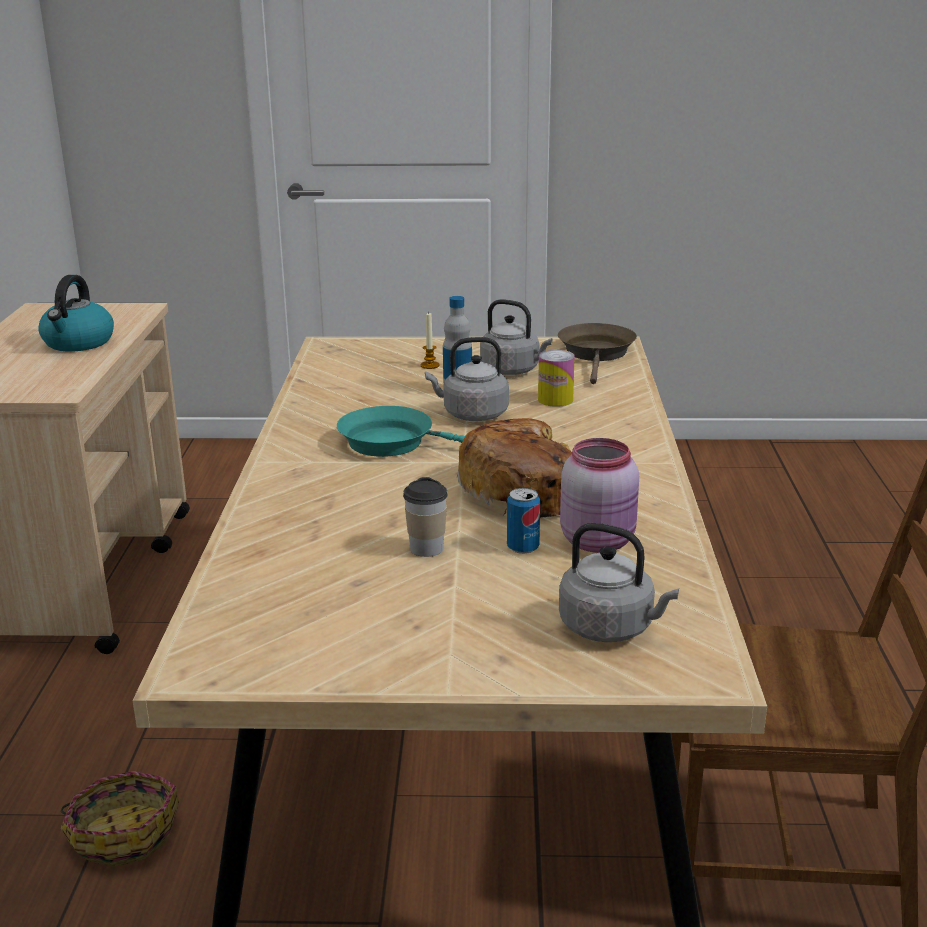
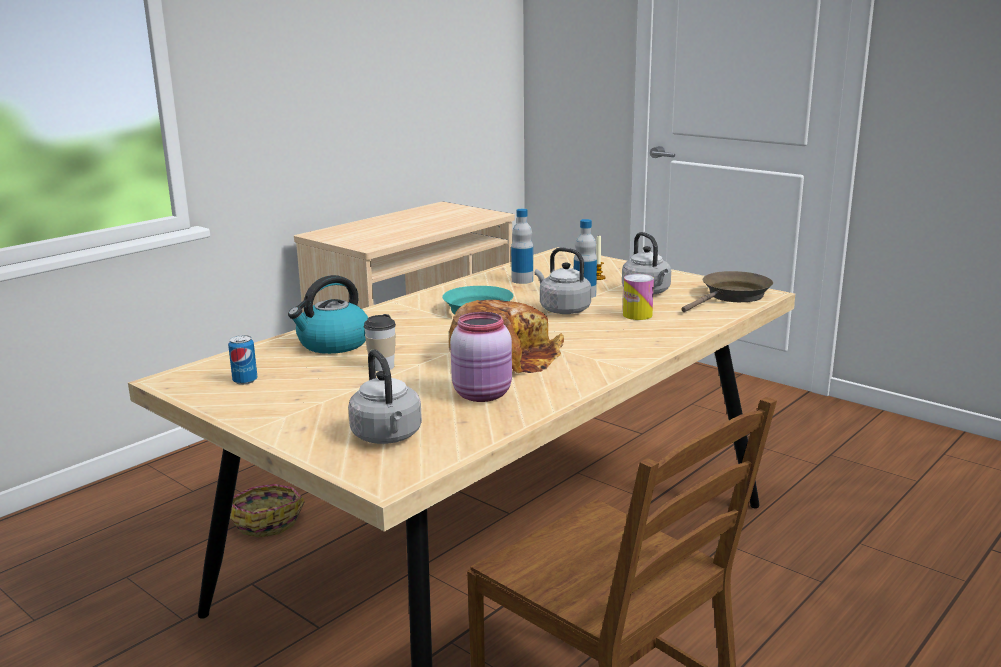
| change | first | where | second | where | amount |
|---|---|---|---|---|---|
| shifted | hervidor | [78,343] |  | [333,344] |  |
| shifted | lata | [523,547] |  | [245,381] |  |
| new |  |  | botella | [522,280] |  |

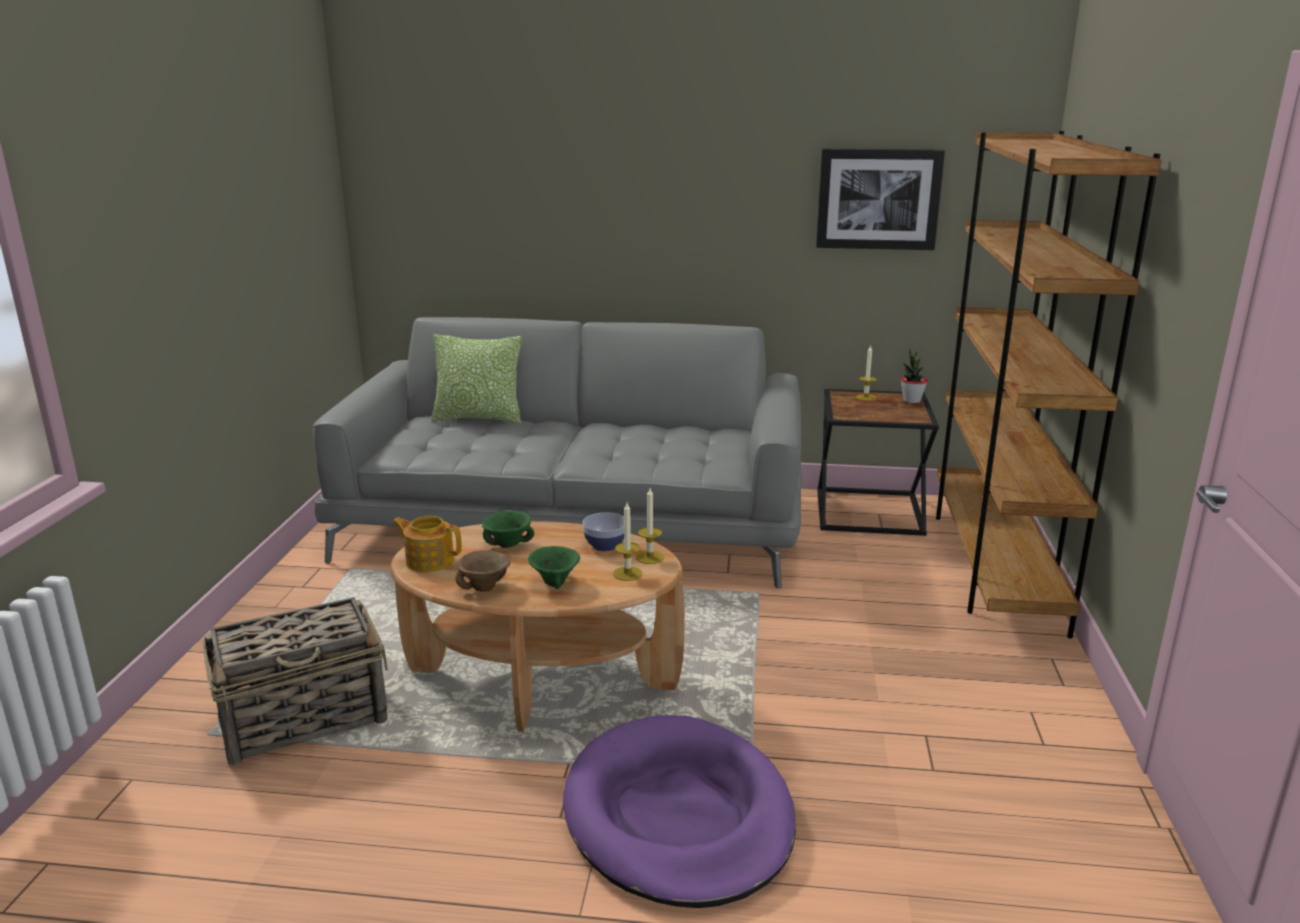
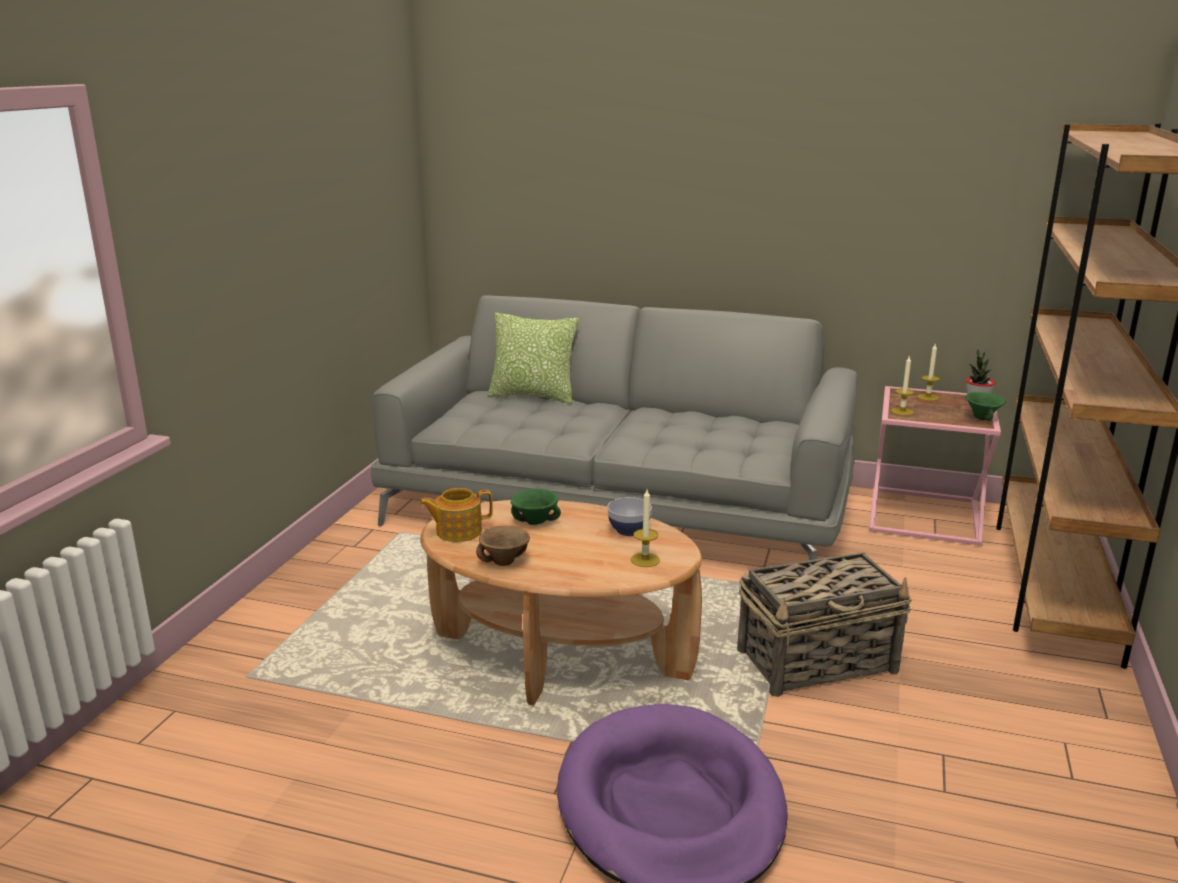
| change | first | where | second | where | amount |
|---|---|---|---|---|---|
| shifted | cesta | [306,718] |  | [818,661] |  |
| rotated | tetera | [429,560] |  | [458,531] | 45 degrees counterclockwise |
| shifted | cuenco/verde | [554,582] |  | [981,418] |  |
| shifted | vela | [650,557] |  | [902,411] |  |
| gone | cuadro | [878,199] |  |  |  |
| repainted | mesa auxiliar/negro | [870,512] | mesa auxiliar/rosa | [926,516] |  |

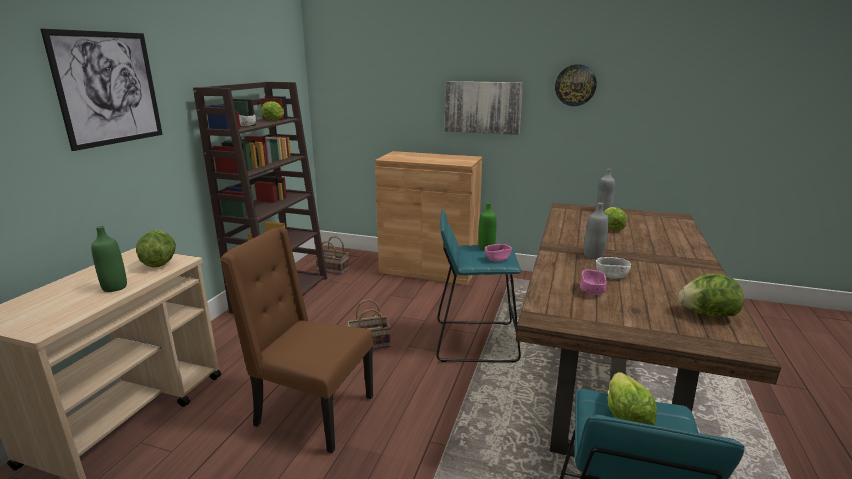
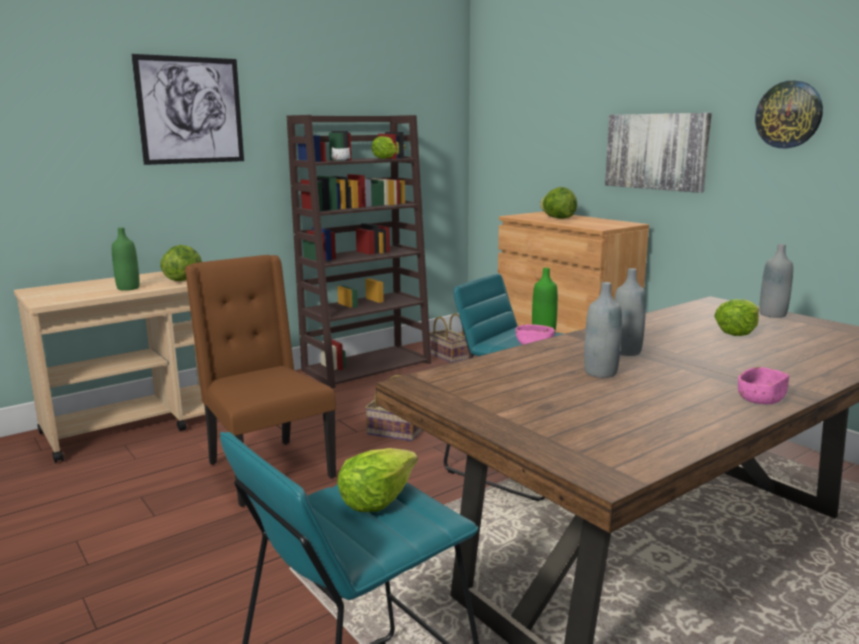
| change | first | where | second | where | amount |
|---|---|---|---|---|---|
| shifted | cuenco/rosa | [592,290] |  | [760,399] |  |
| swapped | cuenco/blanco | [611,275] | botella/gris | [600,373] |  |
| shifted | lechuga | [706,314] |  | [558,218] |  |

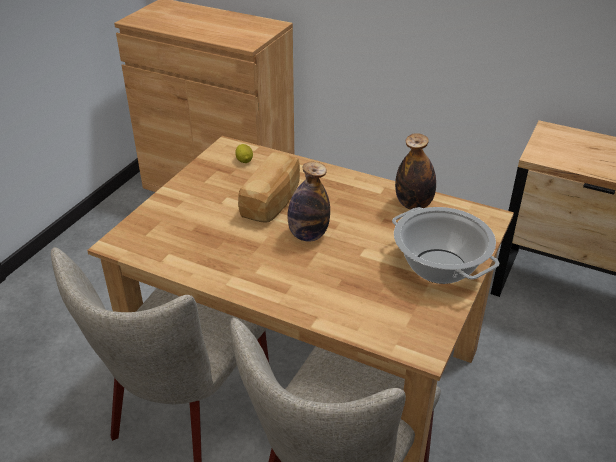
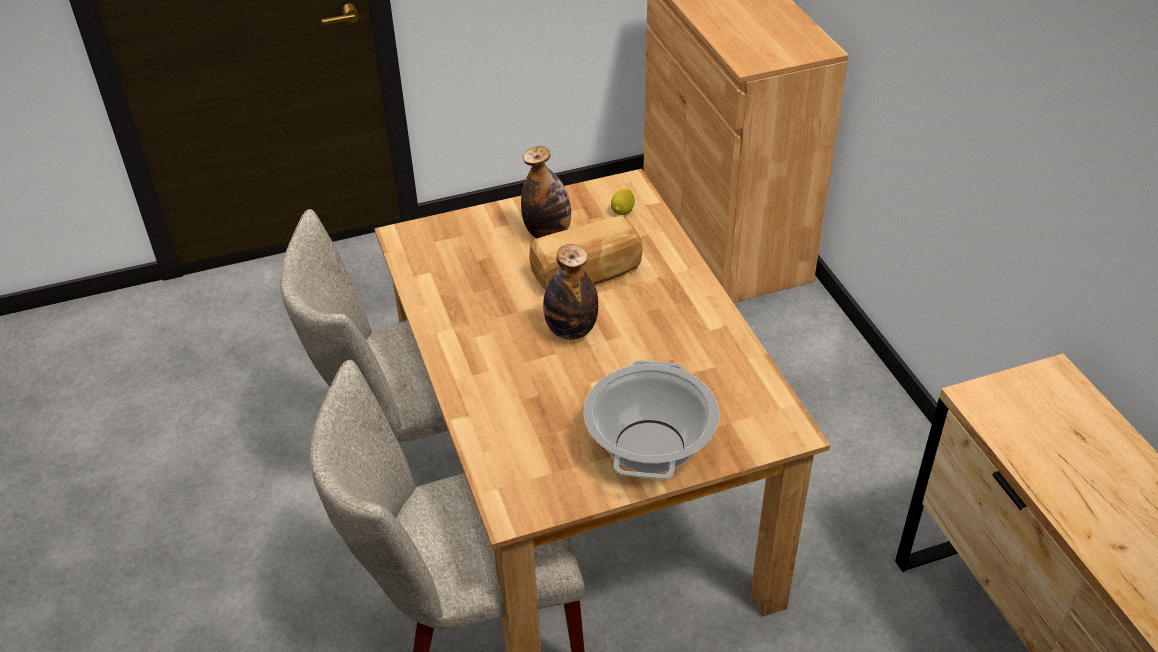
| change | first | where | second | where | amount |
|---|---|---|---|---|---|
| shifted | botella | [413,204] |  | [548,233] |  |

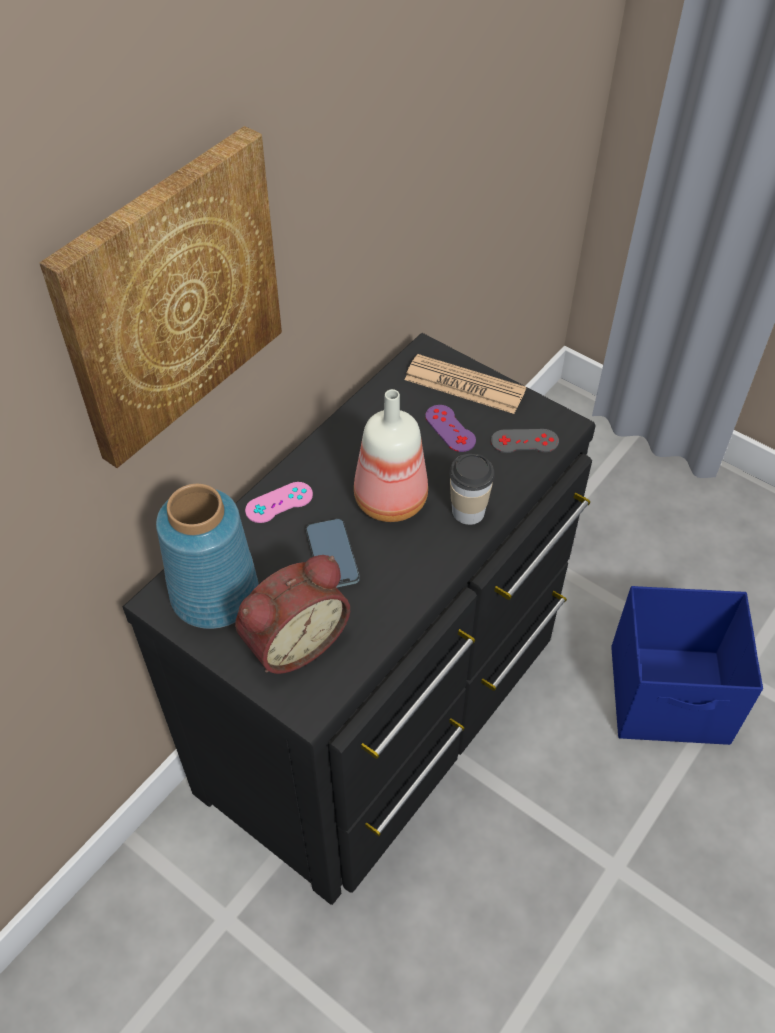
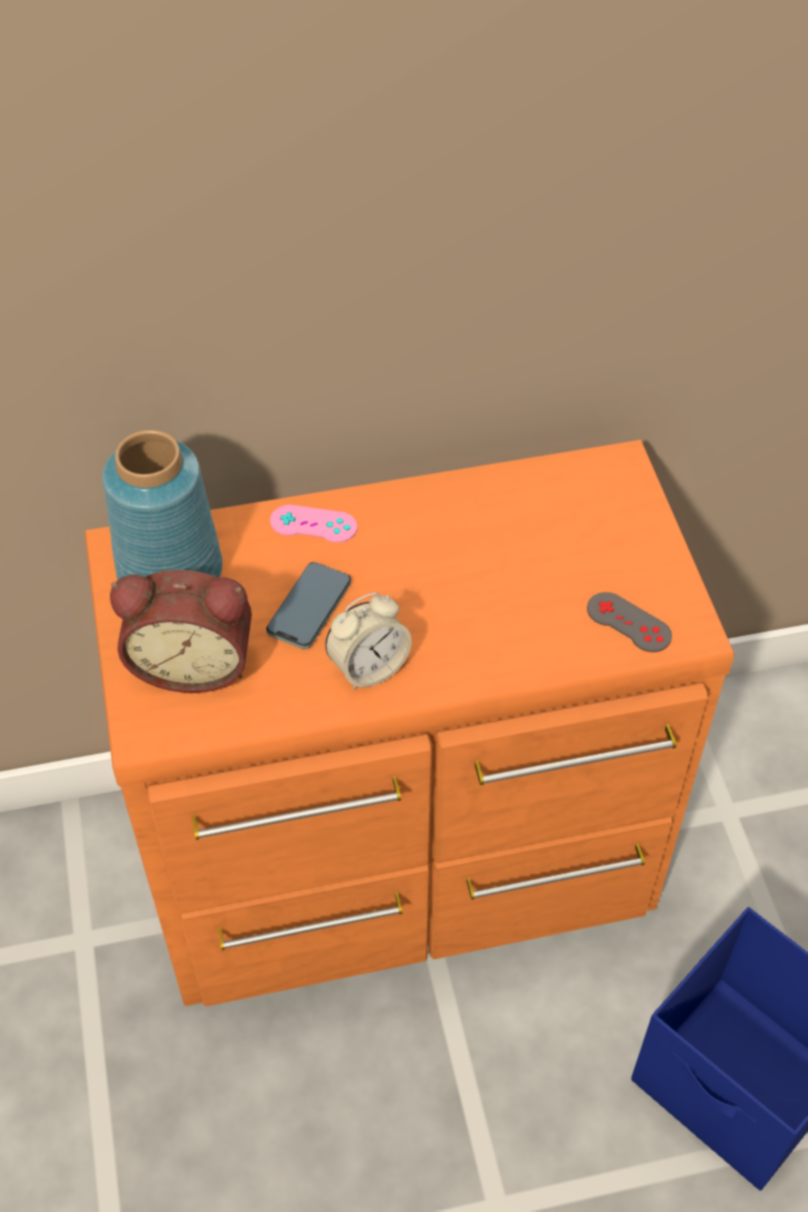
| change | first | where | second | where | amount |
|---|---|---|---|---|---|
| gone | cuadro | [170,297] |  |  |  |
| repainted | cómoda/negro | [387,713] | cómoda/naranja | [407,864] |  |
| gone | botella | [388,500] |  |  |  |
| gone | periódico | [464,385] |  |  |  |
| gone | mando de consola/morado | [450,428] |  |  |  |
| gone | taza | [468,511] |  |  |  |
| new |  |  | despertador | [368,667] |  |

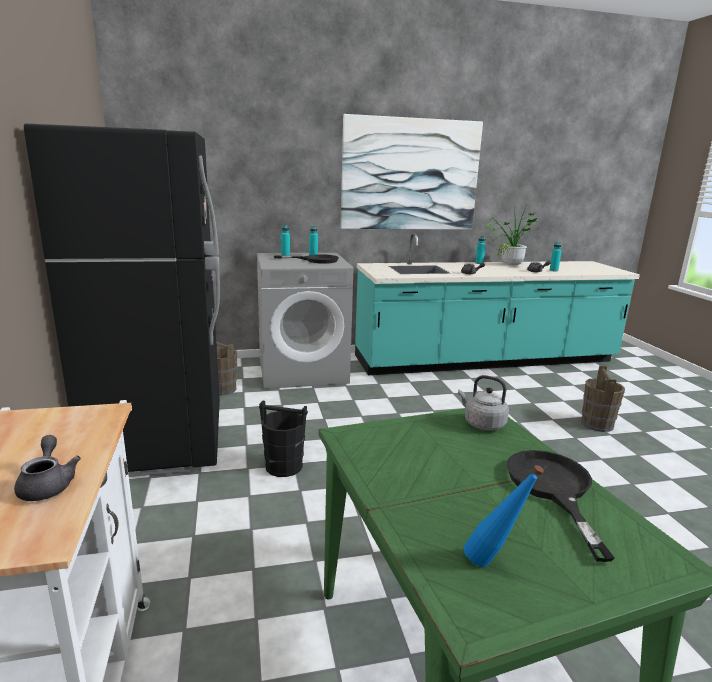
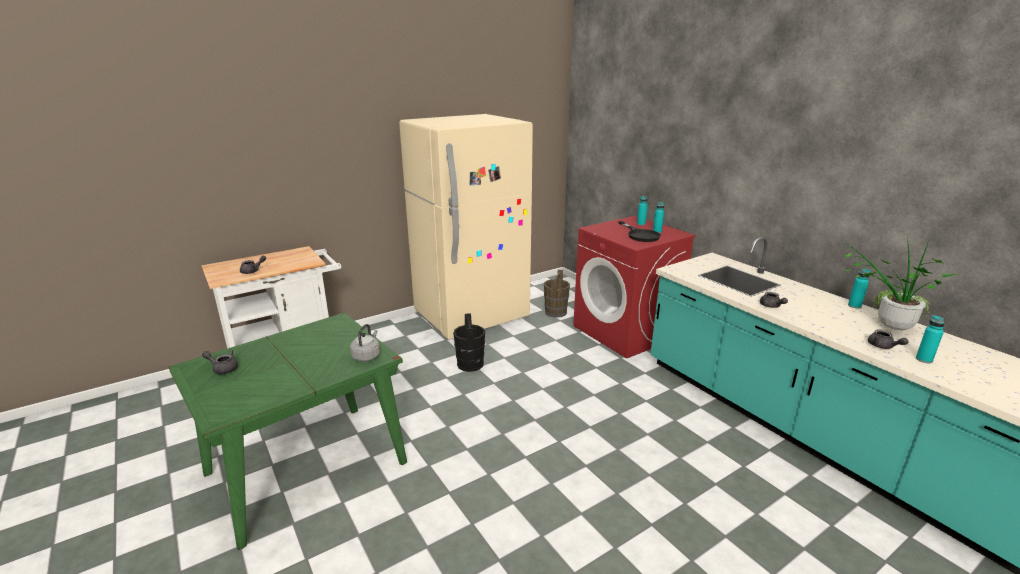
| change | first | where | second | where | amount |
|---|---|---|---|---|---|
| repainted | nevera/negro | [160,440] | nevera/beis | [471,316] |  |
| repainted | lavadora/gris | [303,371] | lavadora/rojo | [626,332] |  |
| gone | cuadro | [410,175] |  |  |  |
| swapped | botella/azul | [493,564] | tetera/gris | [223,368] |  |
| gone | sartén/negro | [553,489] |  |  |  |
| gone | cubo/marrón | [597,424] |  |  |  |

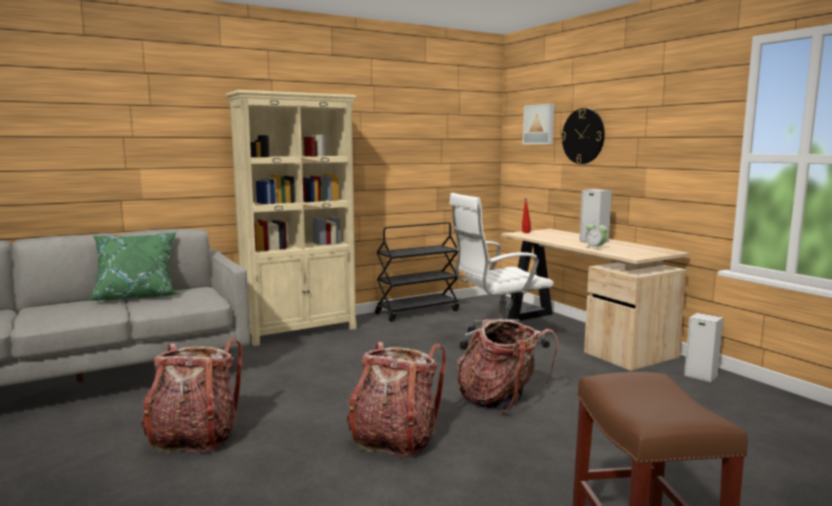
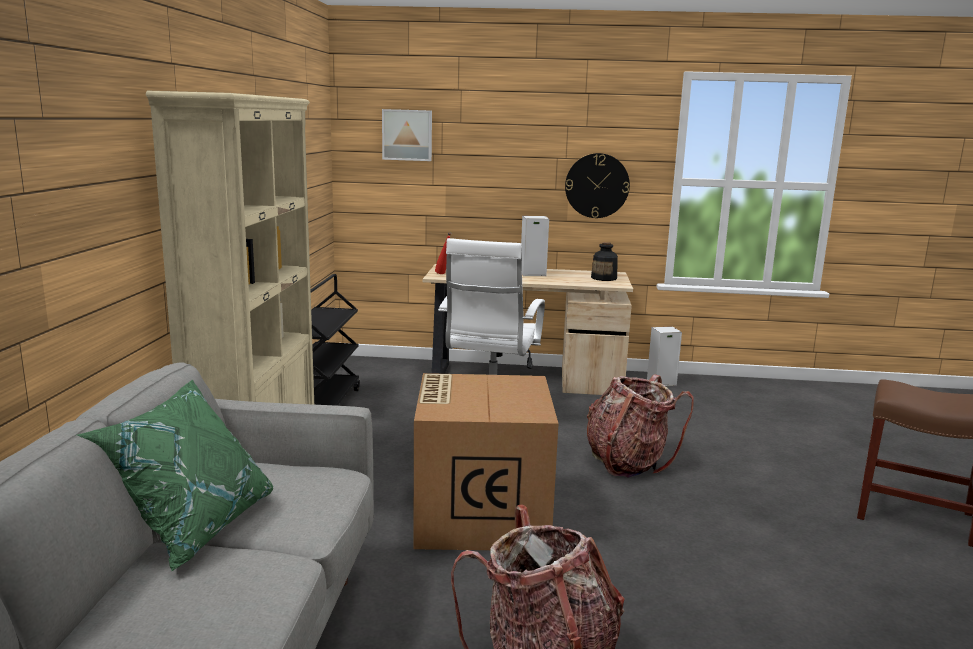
| change | first | where | second | where | amount |
|---|---|---|---|---|---|
| gone | mochila | [394,439] |  |  |  |
| shifted | reloj de pared | [583,136] |  | [597,185] |  |
| gone | despertador | [595,248] |  |  |  |
| new |  |  | caja de cartón | [479,514] |  |
| new |  |  | botella | [604,278] |  |

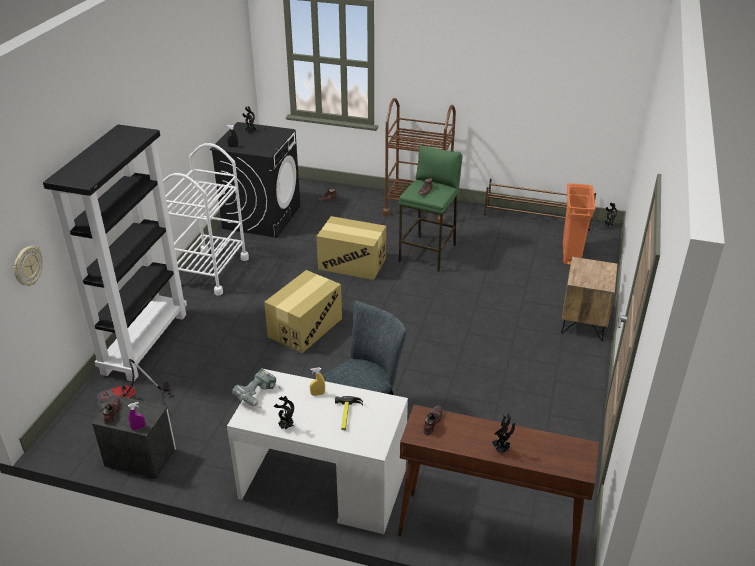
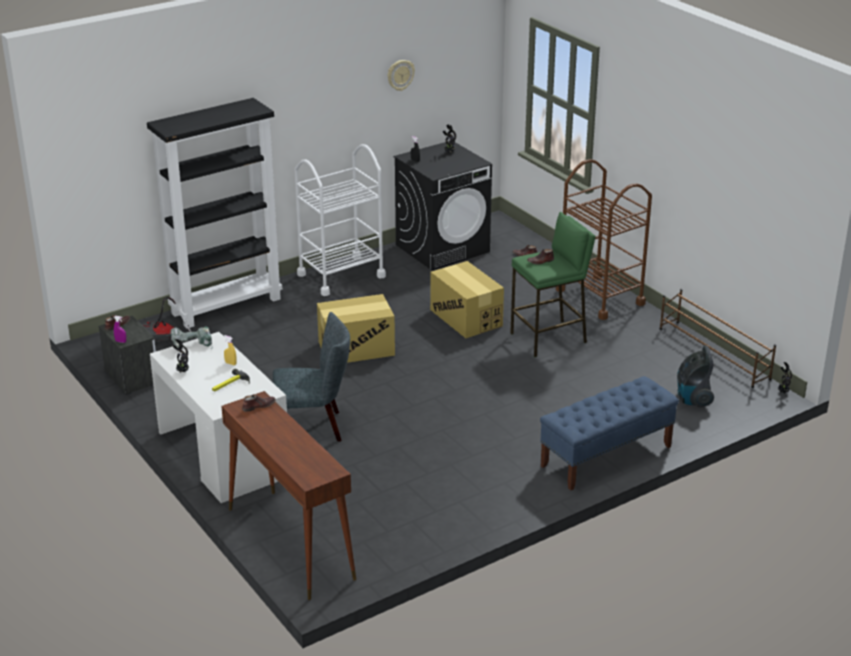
| change | first | where | second | where | amount |
|---|---|---|---|---|---|
| shifted | reloj de pared | [27,266] |  | [400,75] |  |
| gone | planta en maceta | [501,450] |  |  |  |
| swapped | mesita de noche/marrón | [584,323] | banco/azul | [606,456] |  |
| swapped | papelera/naranja | [571,254] | aspiradora | [693,399] |  |

